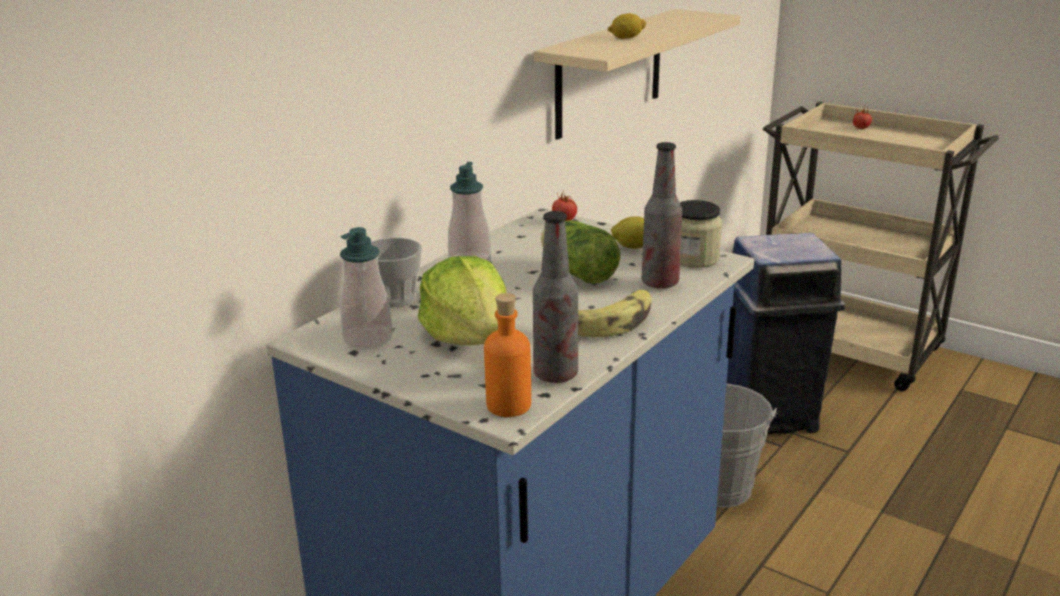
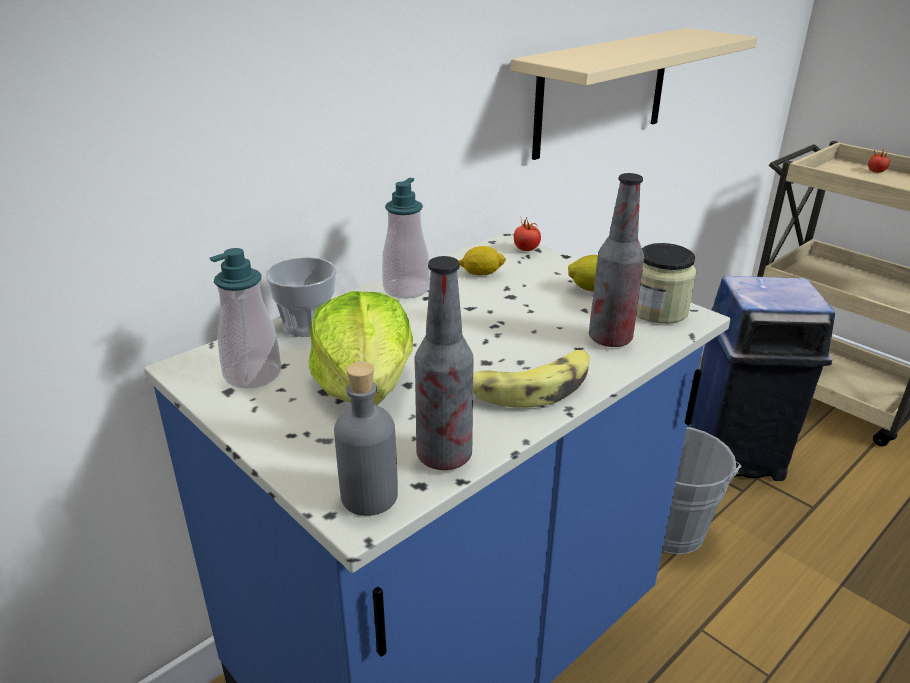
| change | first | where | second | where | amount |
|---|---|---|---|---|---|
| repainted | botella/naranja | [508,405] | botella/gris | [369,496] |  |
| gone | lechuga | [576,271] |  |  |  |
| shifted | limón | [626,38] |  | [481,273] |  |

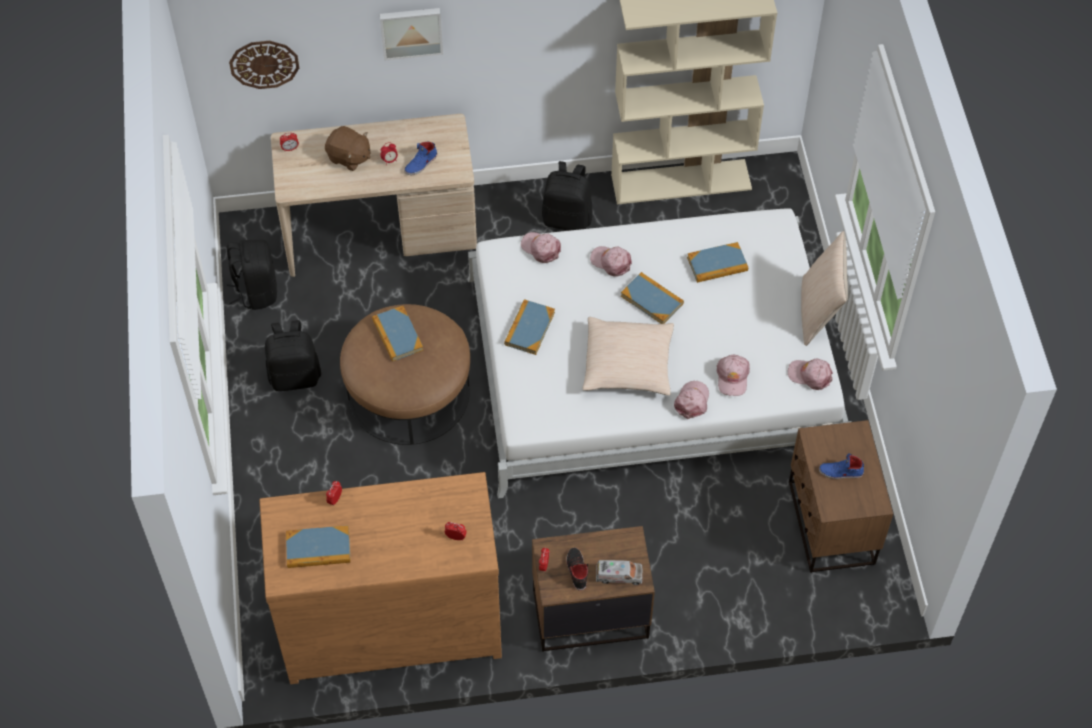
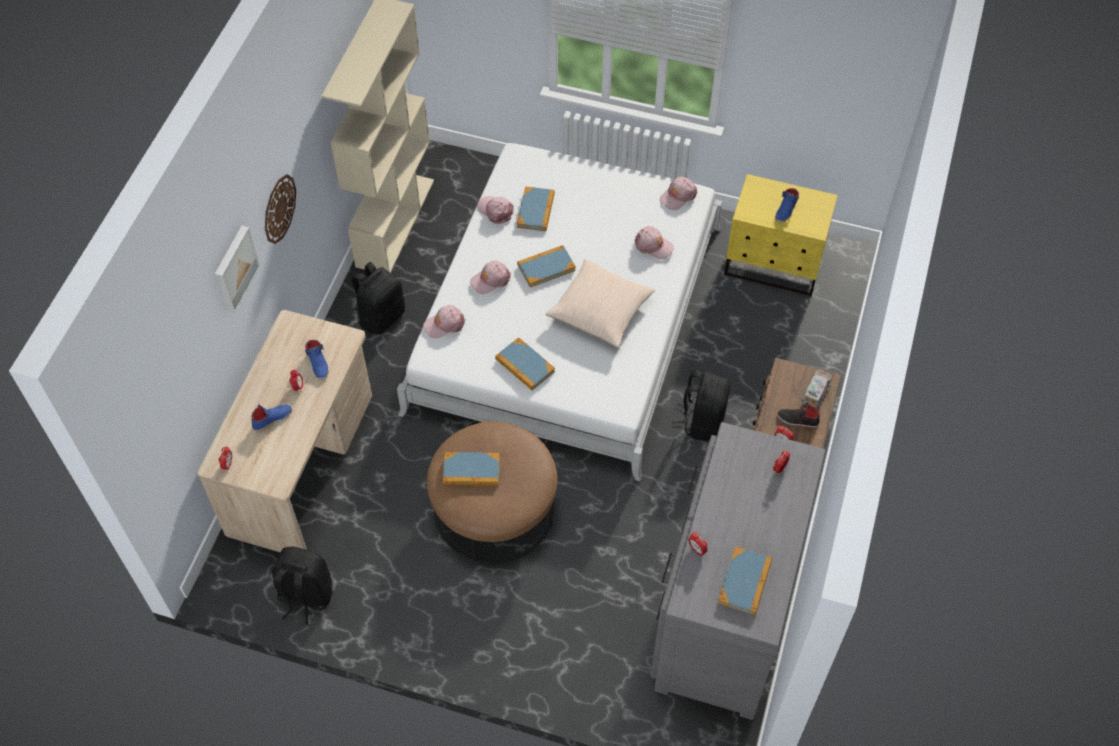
| change | first | where | second | where | amount |
|---|---|---|---|---|---|
| shifted | reloj de pared | [264,63] |  | [279,209] |  |
| repainted | cómoda/marrón | [390,620] | cómoda/gris | [723,612] |  |
| shifted | mochila/negro | [295,376] |  | [702,421] |  |
| swapped | peluche/marrón | [349,157] | zapato/azul | [272,418] |  |
| shifted | gorra/rosa | [692,401] |  | [495,210] |  |
| repainted | mesita de noche/marrón | [830,523] | mesita de noche/amarillo | [773,265] |  |
| gone | cojín/beis | [818,311] |  |  |  |

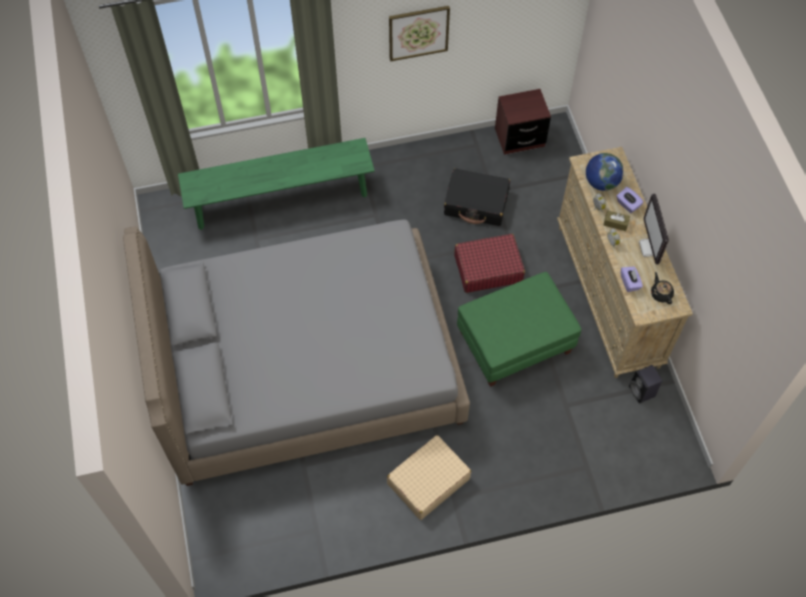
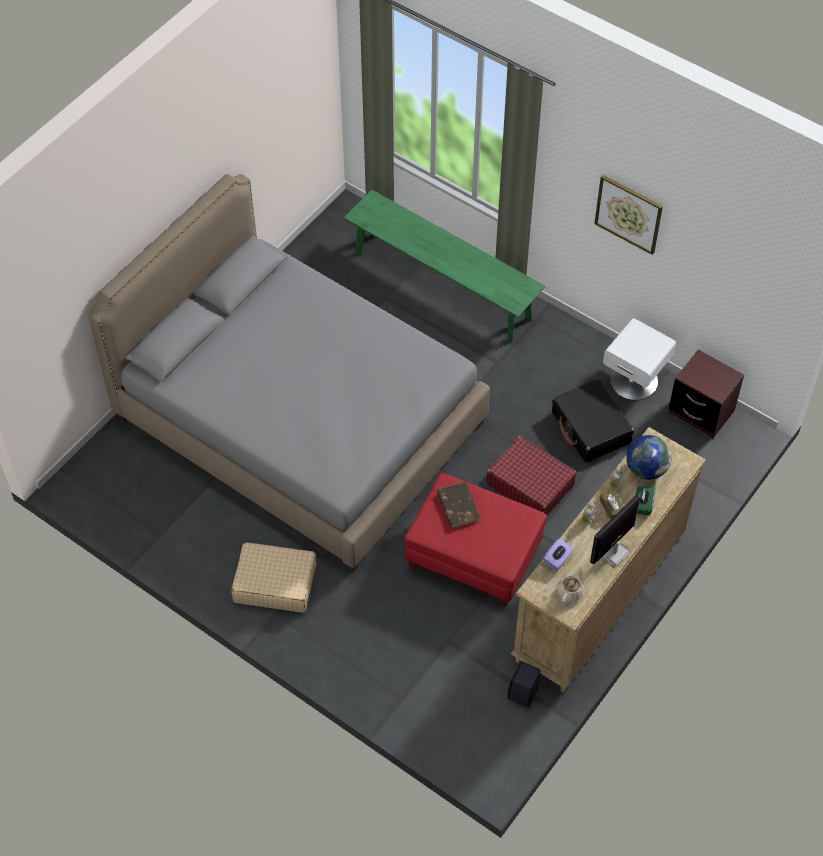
| change | first | where | second | where | amount |
|---|---|---|---|---|---|
| repainted | puf/verde | [515,342] | puf/rojo | [473,557] |  |
| repainted | caja de pañuelos/morado | [627,205] | caja de pañuelos/verde | [643,505] |  |
| repainted | tetera/negro | [661,294] | tetera/beis | [570,591] |  |
| new |  |  | libro/marrón | [458,506] |  |
| new |  |  | mesita de noche/blanco | [634,380] |  |

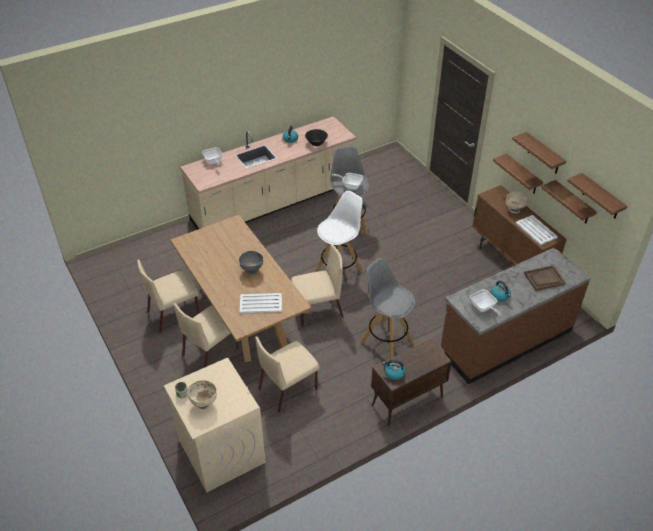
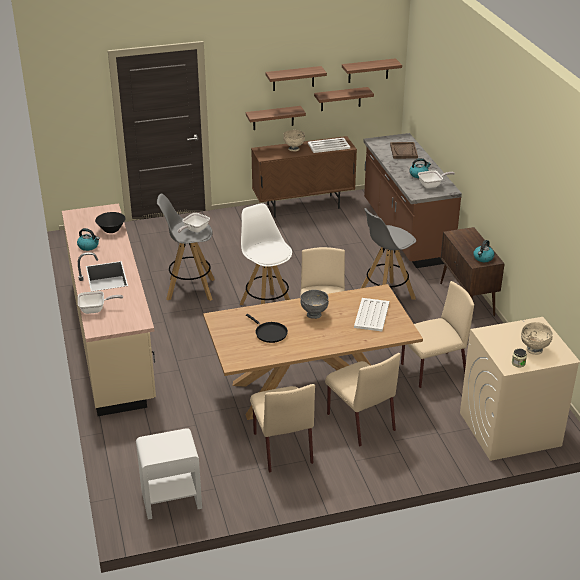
| change | first | where | second | where | amount |
|---|---|---|---|---|---|
| rotated | silla/beis | [289,388] |  | [432,370] | 90 degrees counterclockwise |
| new |  |  | mesita de noche/blanco | [170,499] |  |
| new |  |  | sartén/negro | [269,333] |  |

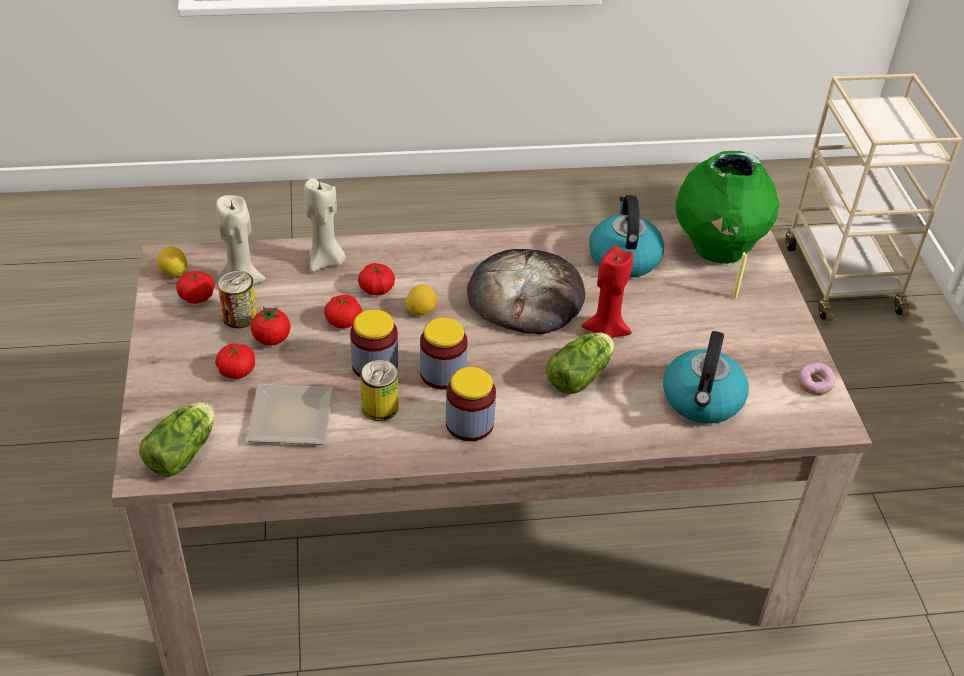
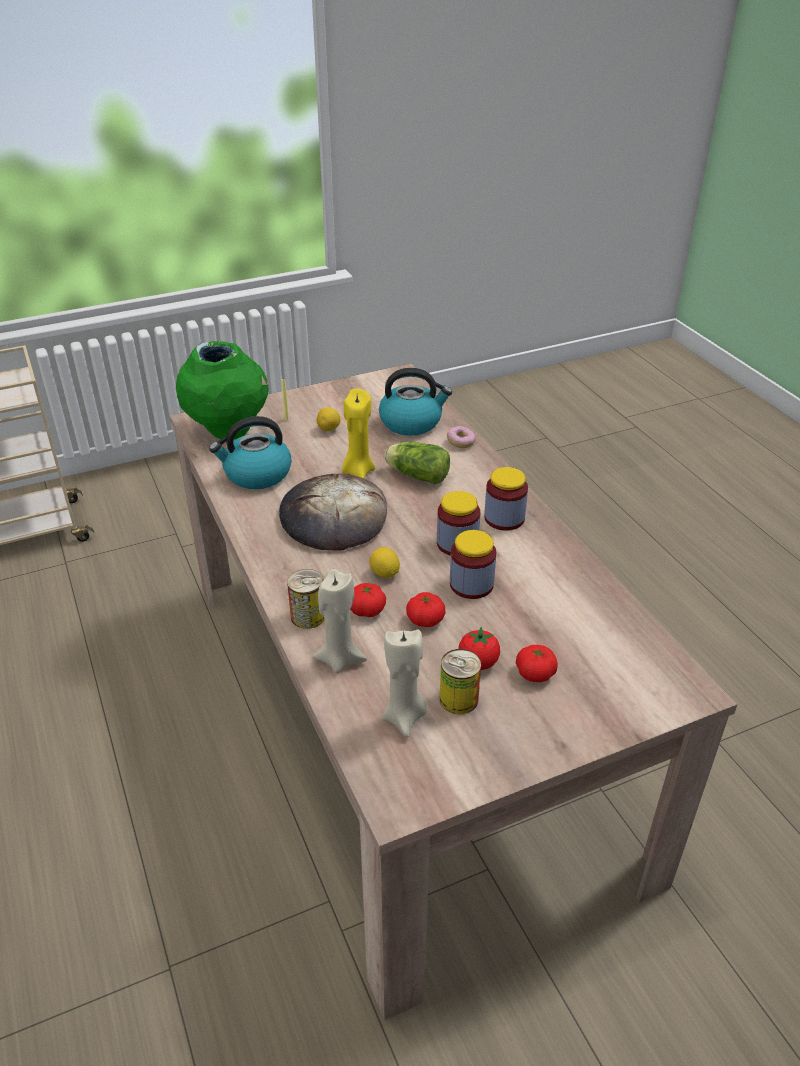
| change | first | where | second | where | amount |
|---|---|---|---|---|---|
| gone | lechuga | [184,451] |  |  |  |
| shifted | limón | [174,273] |  | [329,429] |  |
| gone | tomate | [197,297] |  |  |  |
| gone | plato | [288,420] |  |  |  |
| shifted | lata | [380,407] |  | [308,616] |  |
| repainted | vela/rojo | [605,331] | vela/amarillo | [358,471] |  |
| shifted | rosquilla | [814,384] |  | [461,443] |  |

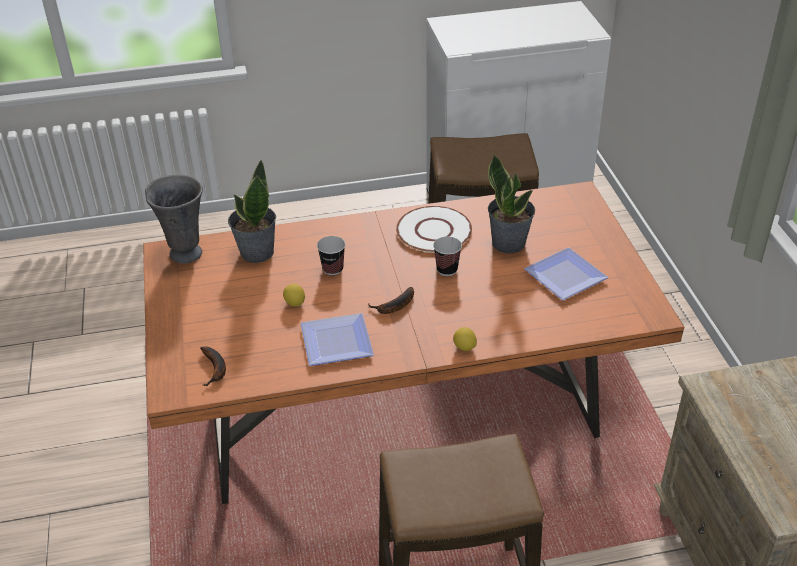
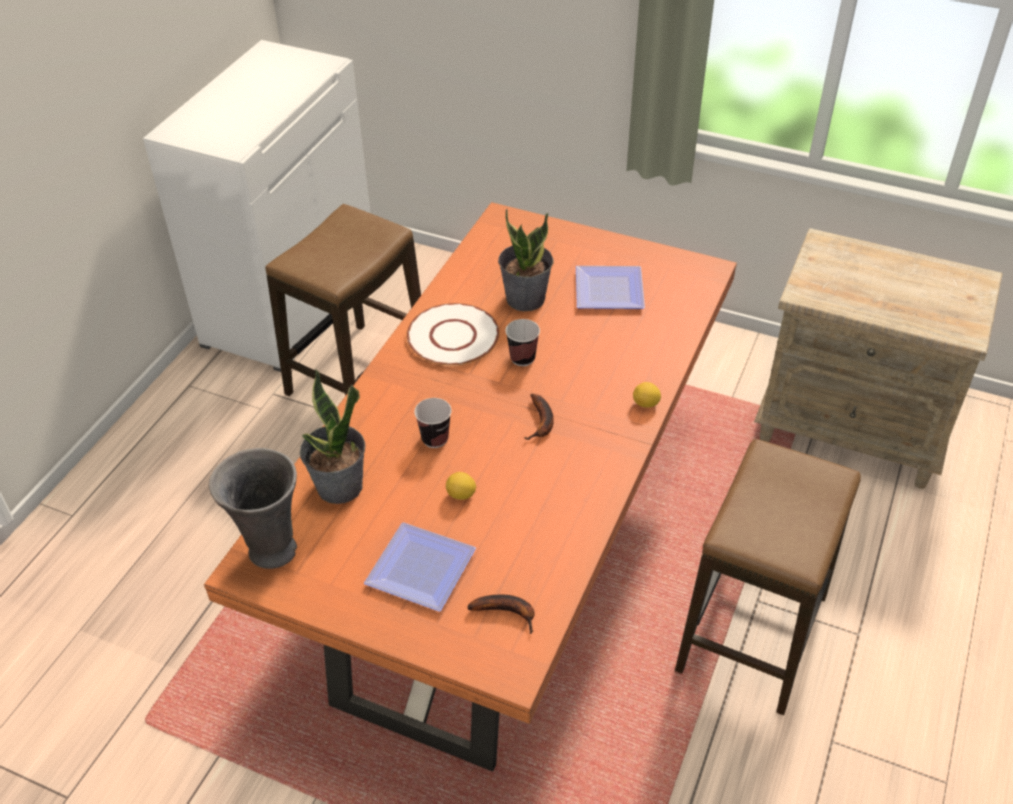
| change | first | where | second | where | amount |
|---|---|---|---|---|---|
| shifted | plato | [339,343] |  | [425,568] |  |

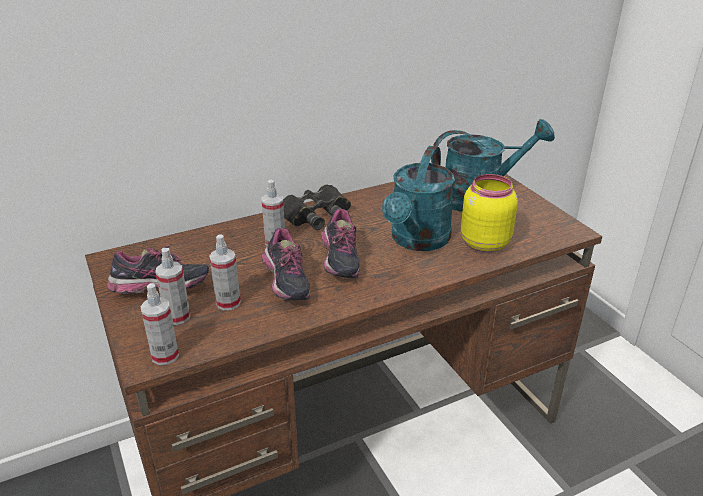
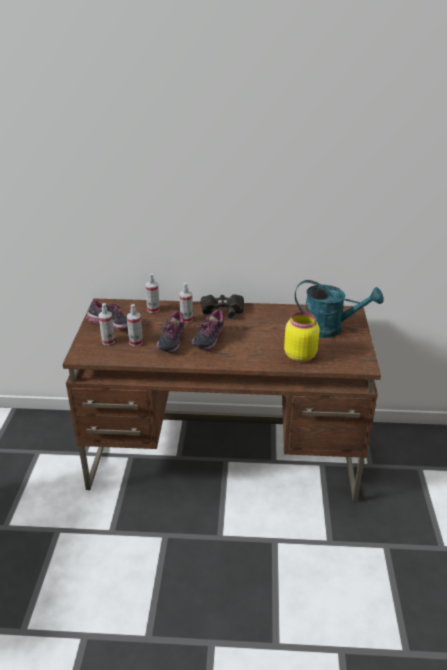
| change | first | where | second | where | amount |
|---|---|---|---|---|---|
| shifted | pulverizador | [165,355] |  | [153,309] |  |
| gone | regadera/turquesa | [417,241] |  |  |  |

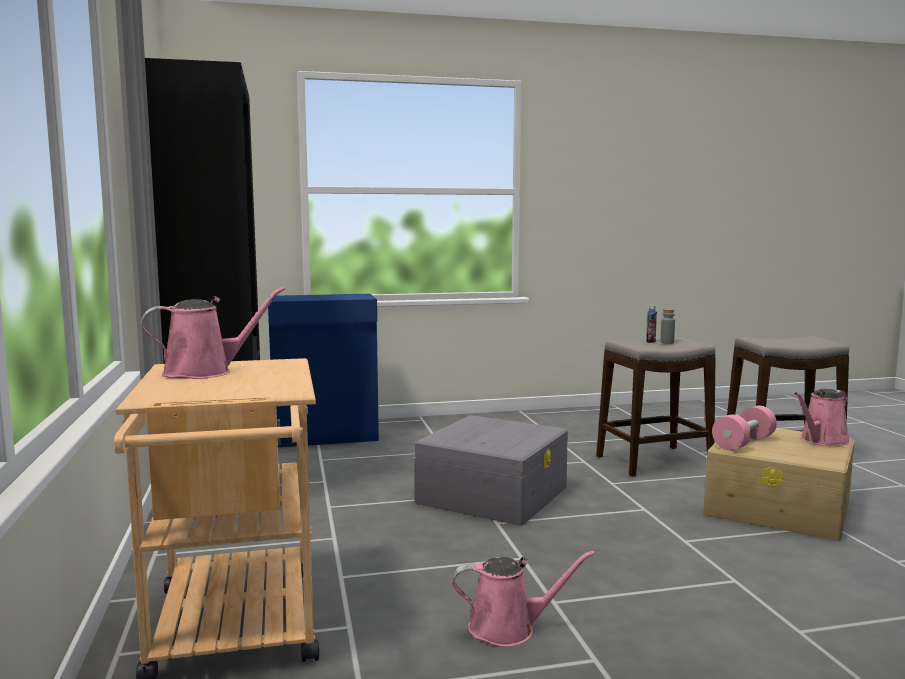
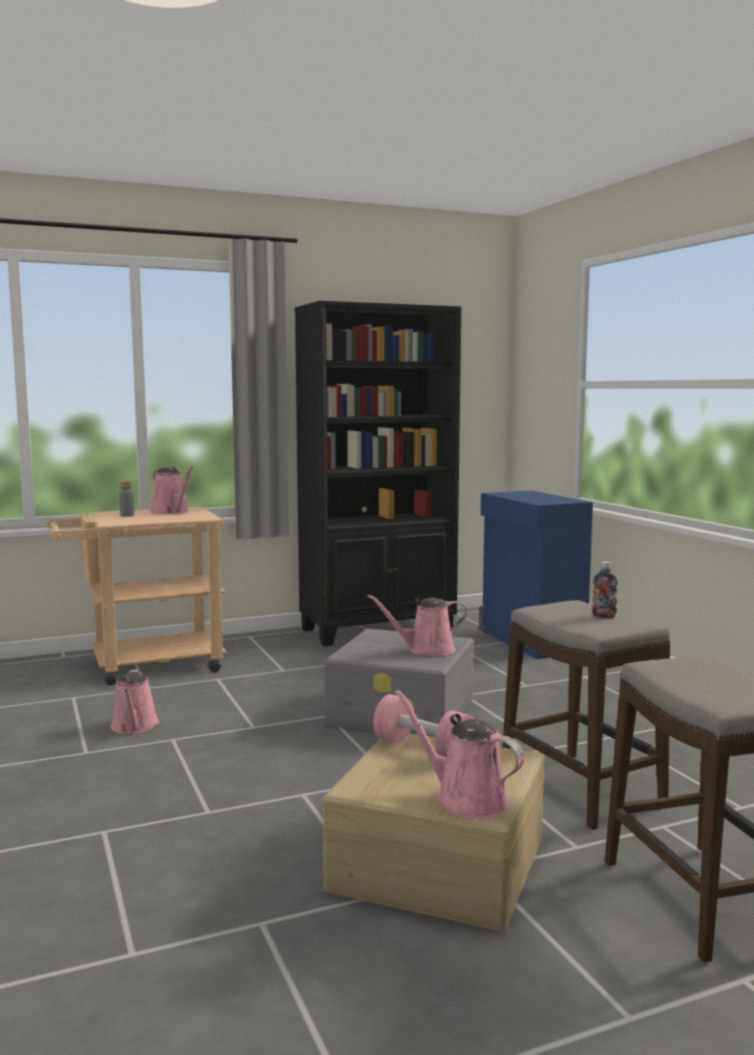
| change | first | where | second | where | amount |
|---|---|---|---|---|---|
| shifted | botella/gris | [667,342] |  | [127,515] |  |
| new |  |  | regadera/rosa | [426,650] |  |

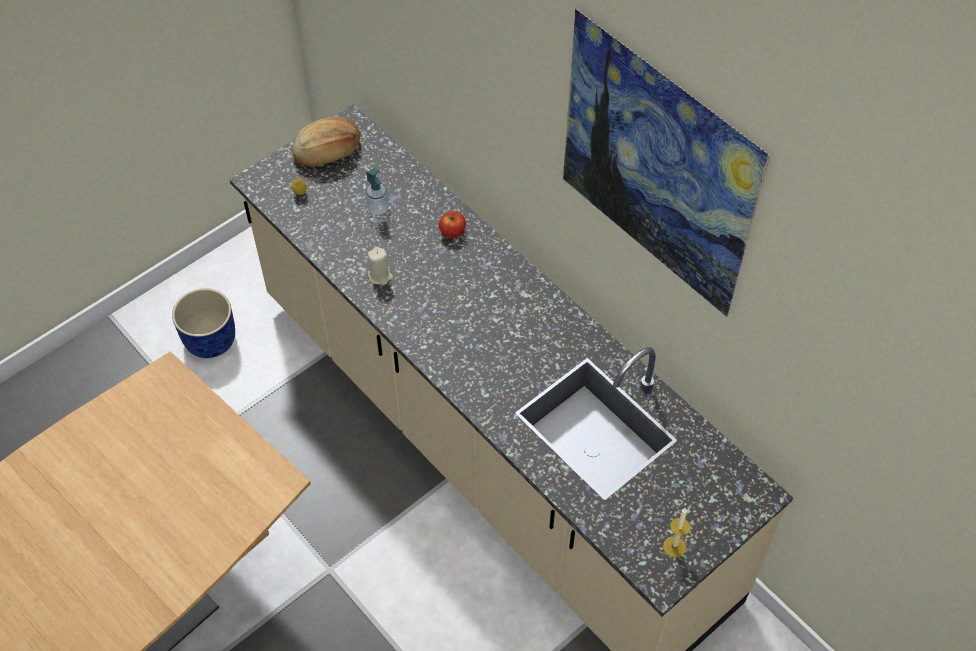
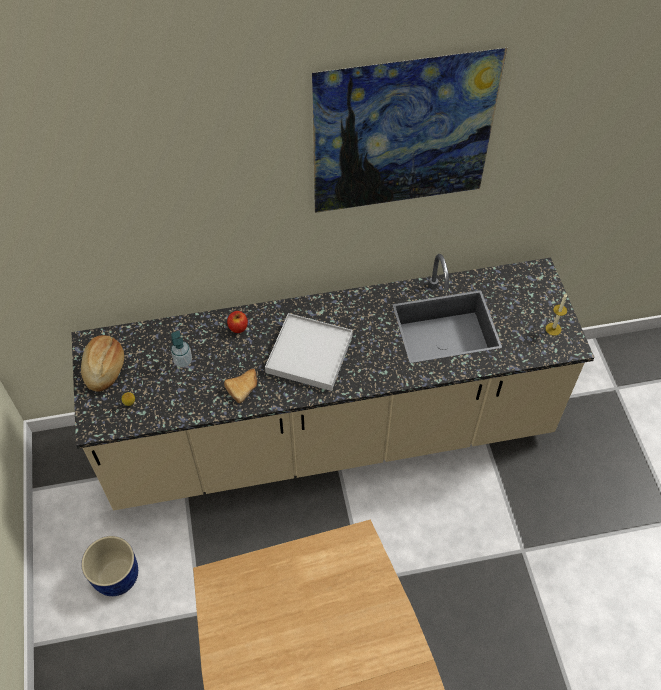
| change | first | where | second | where | amount |
|---|---|---|---|---|---|
| swapped | vela/beis | [380,276] | pan | [244,387] |  |
| new |  |  | bandeja/blanco | [309,354] |  |

